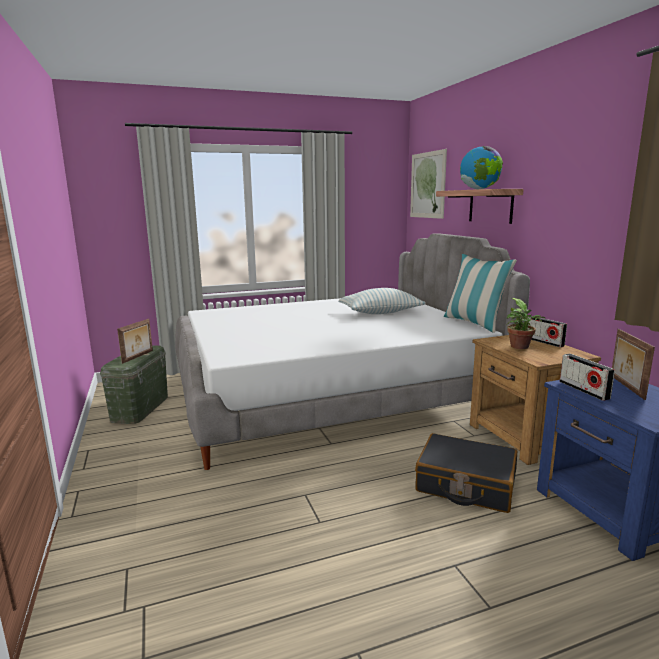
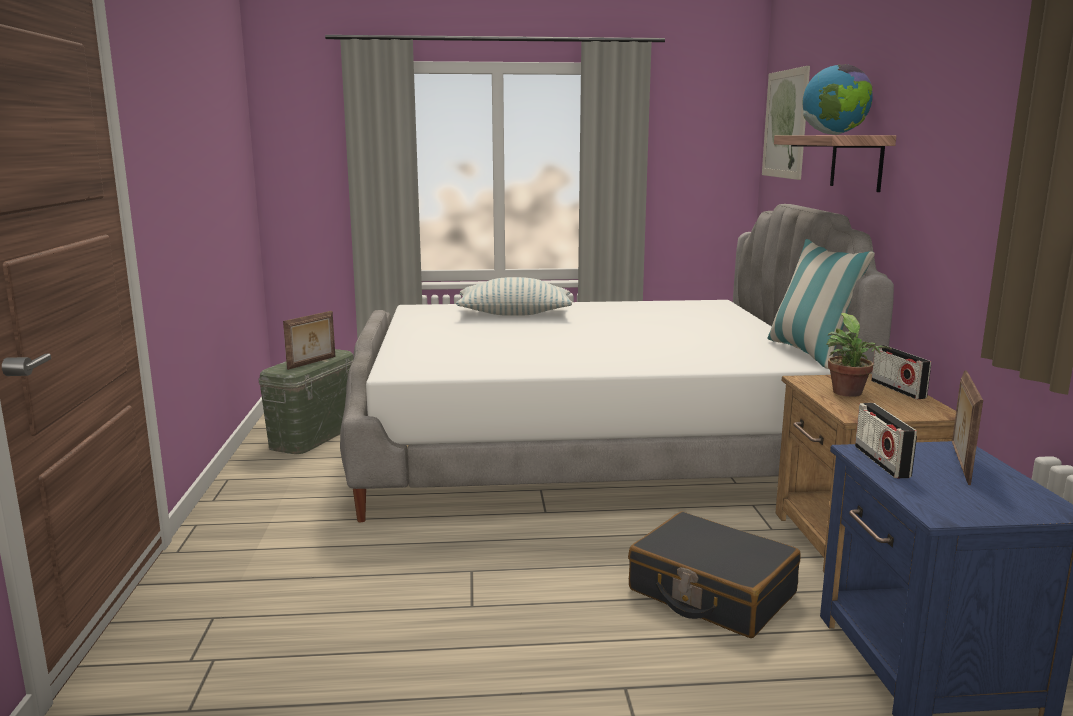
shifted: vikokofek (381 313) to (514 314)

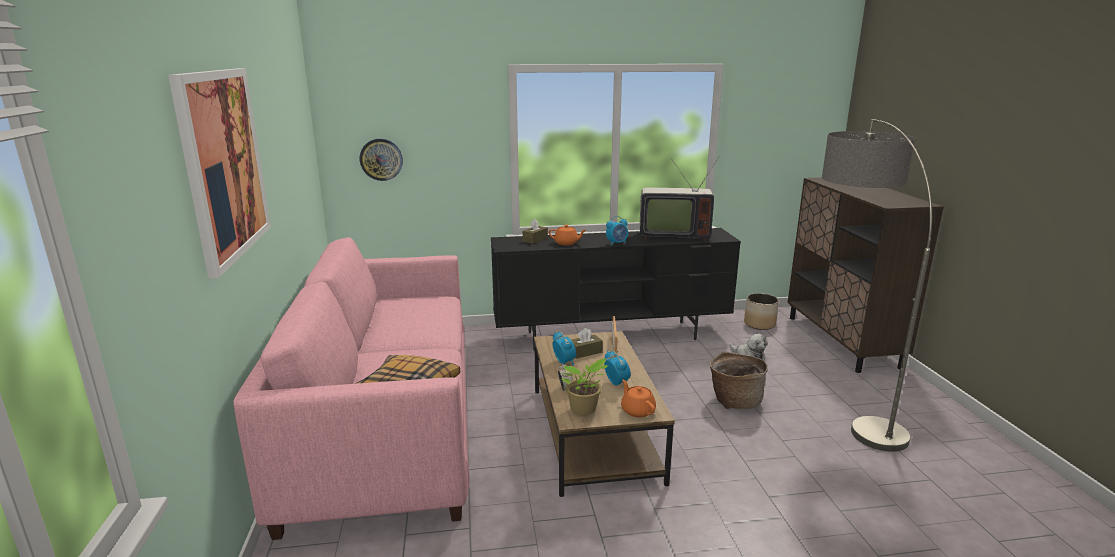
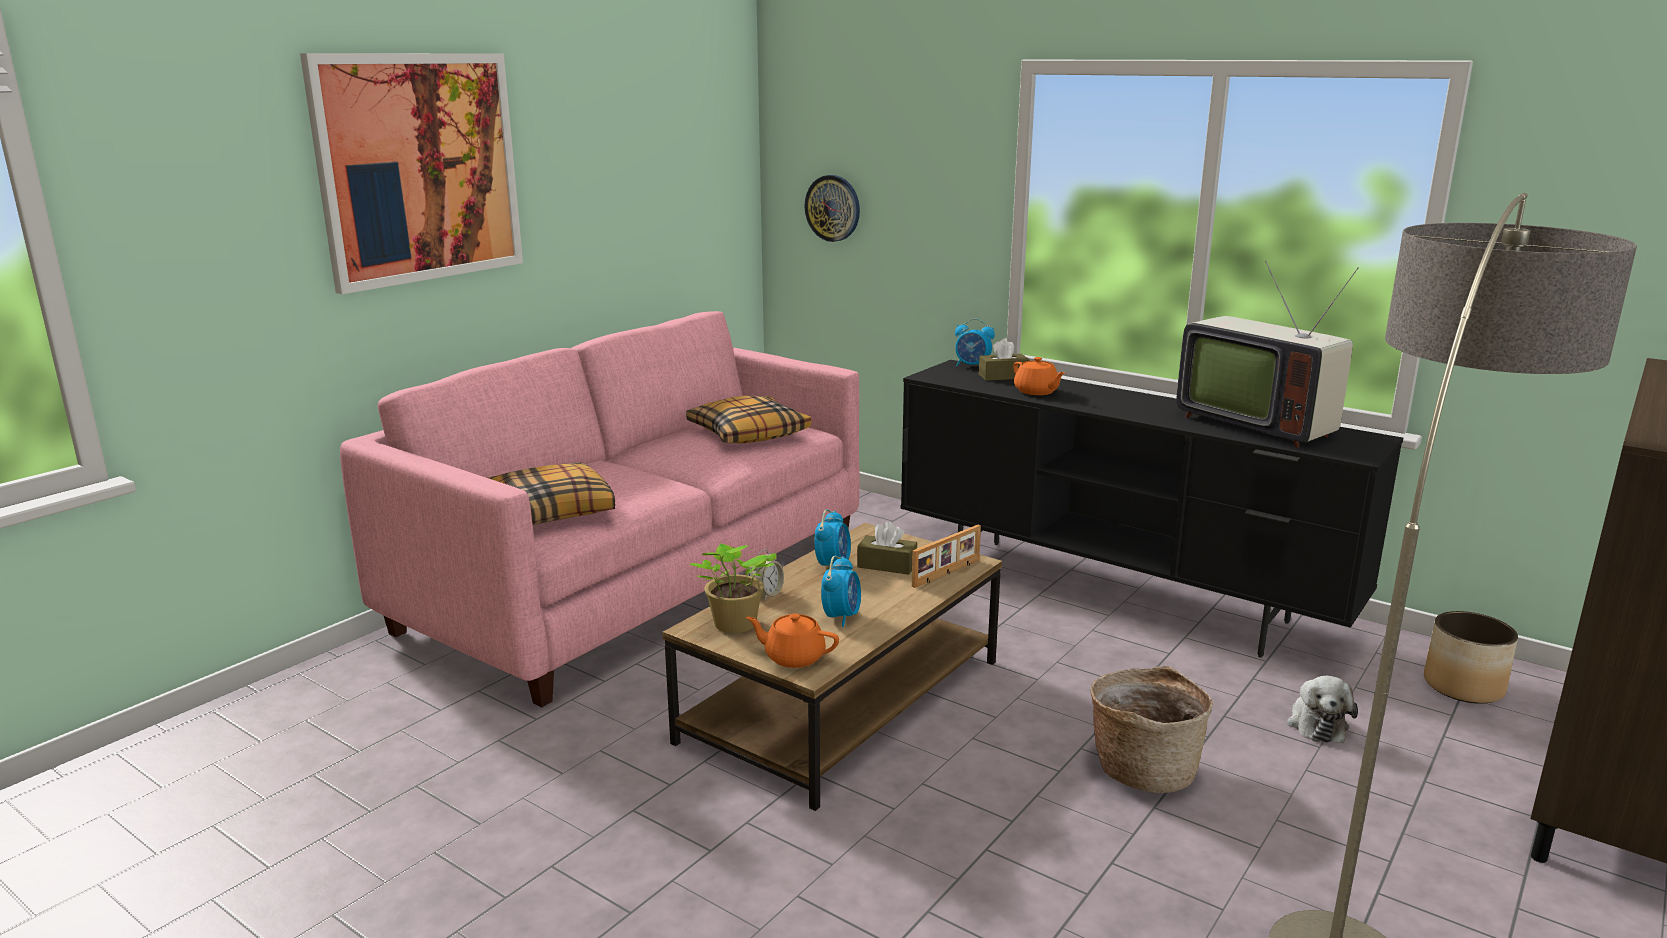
new: vikokofek (748 433)
shifted: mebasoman (617 243) to (972 366)
rotated: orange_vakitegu (637 410) = (793 657) 90 degrees counterclockwise

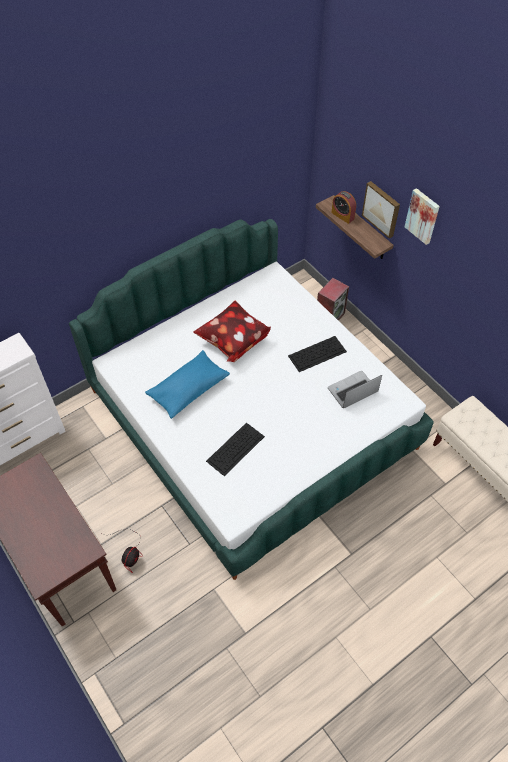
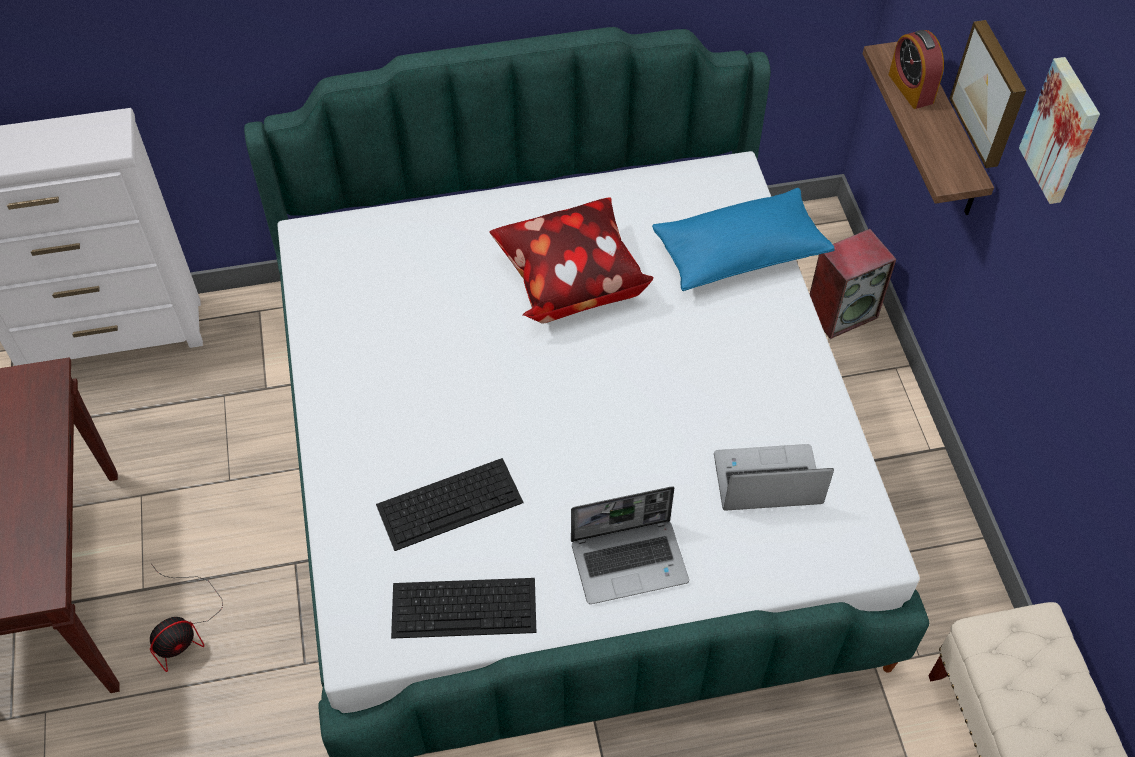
new: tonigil (630 561)
shifted: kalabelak (317 353) to (465 607); blue_vikokofek (188 389) to (740 253)

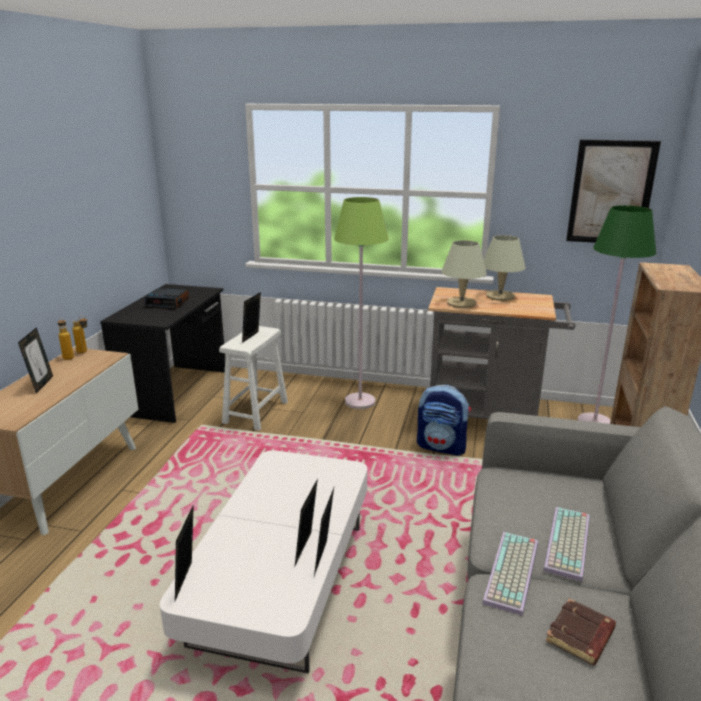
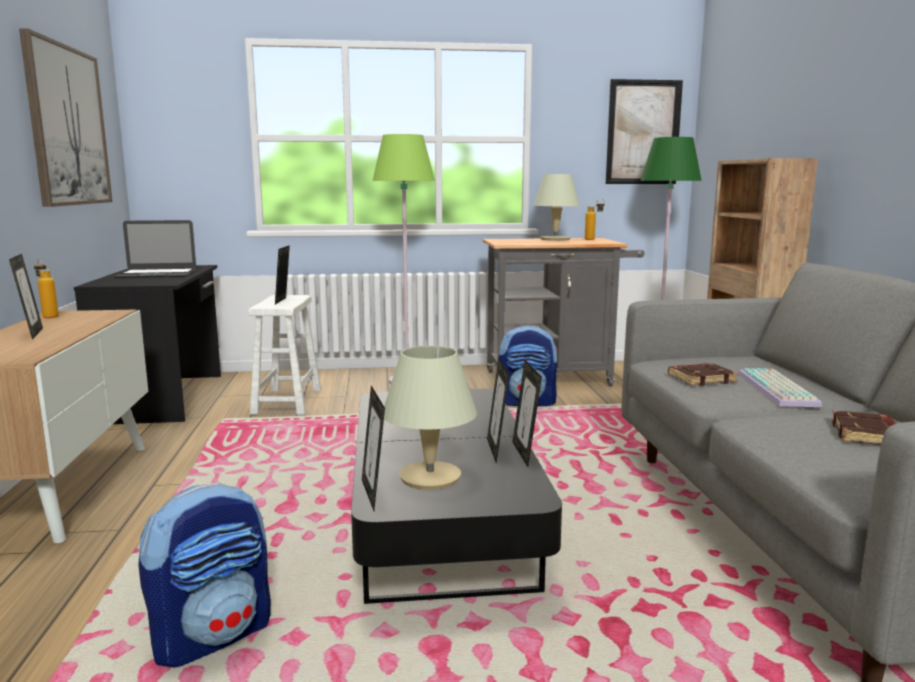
gone: kalabelak (513 573)
new: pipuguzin (67 126); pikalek (214 635); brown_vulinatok (701 379)
shifted: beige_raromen (461 303) to (429 477); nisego (85 352) to (593 239)
swapped: mebasoman (168 303) to tonigil (156 274)
repainted: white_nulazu (282 582) to black_nulazu (441 526)

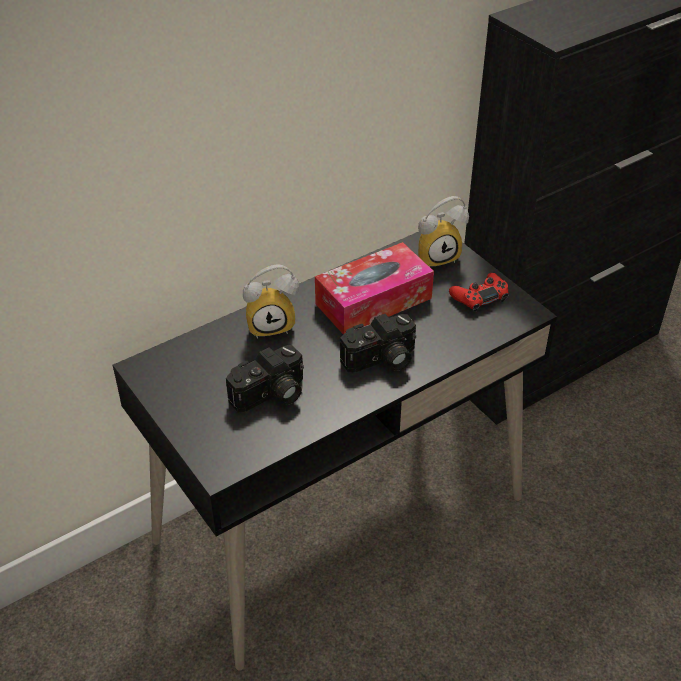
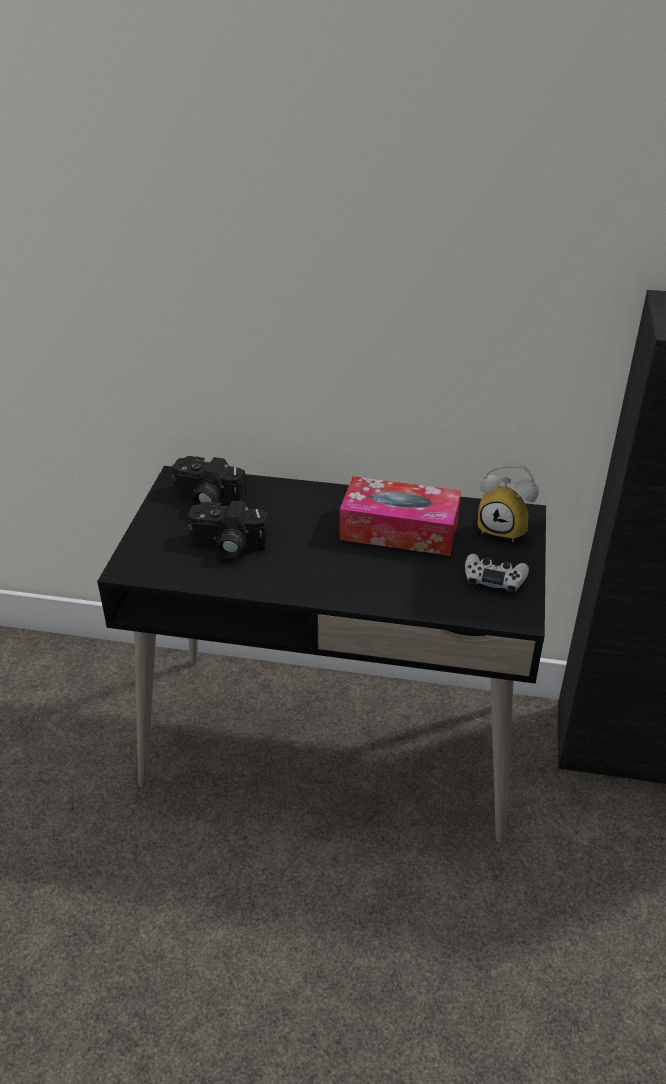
gone: mebasoman (272 324)
shifted: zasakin (381 360) to (206 499)
repainted: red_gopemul (479 297) to white_gopemul (494 579)

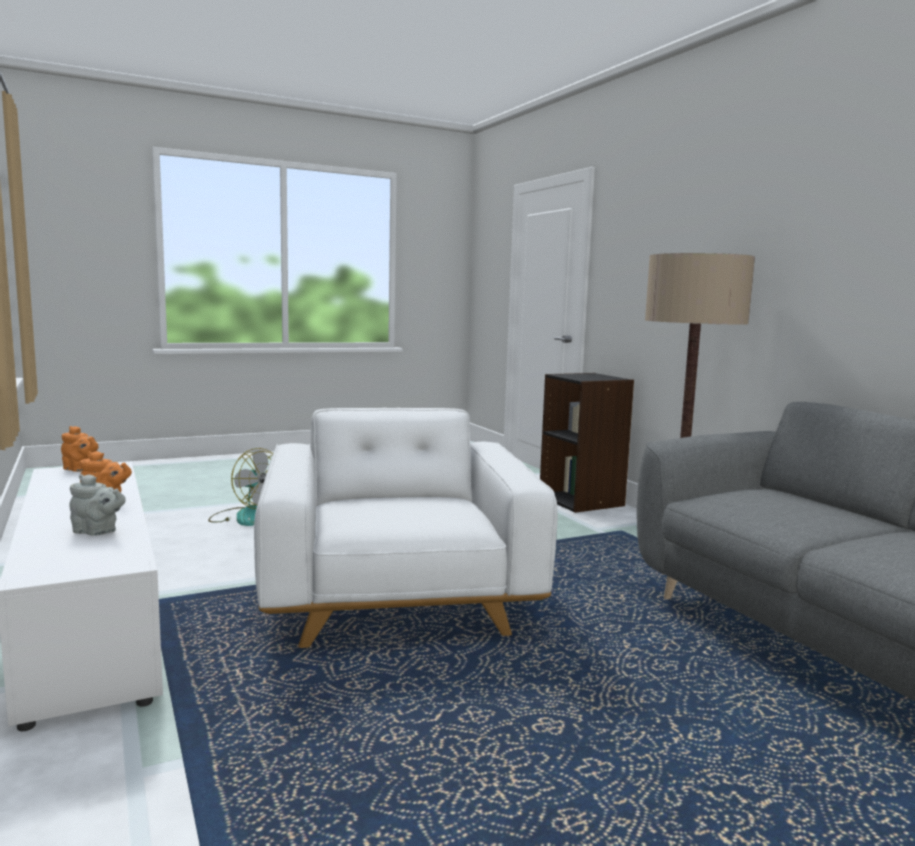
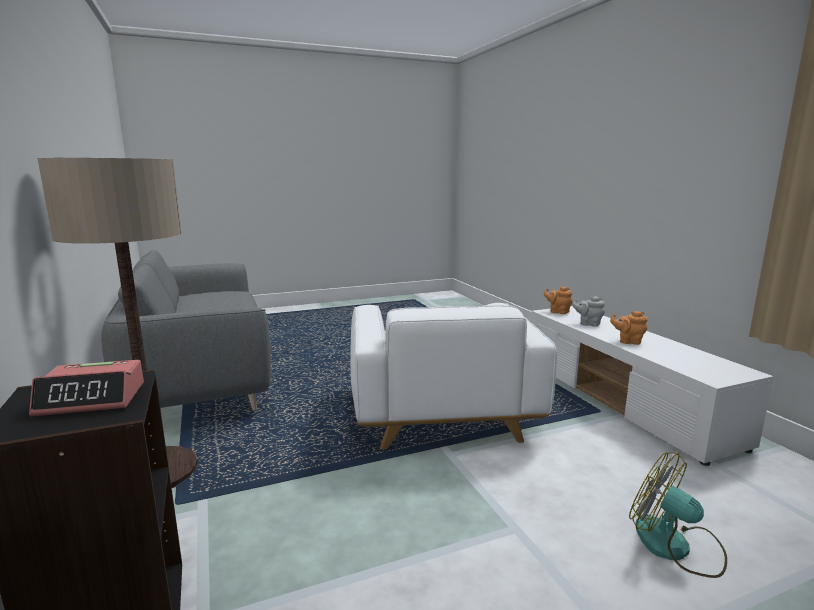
new: mebasoman (92 399)
shifted: orange_vakitegu (81 469) to (558 312)

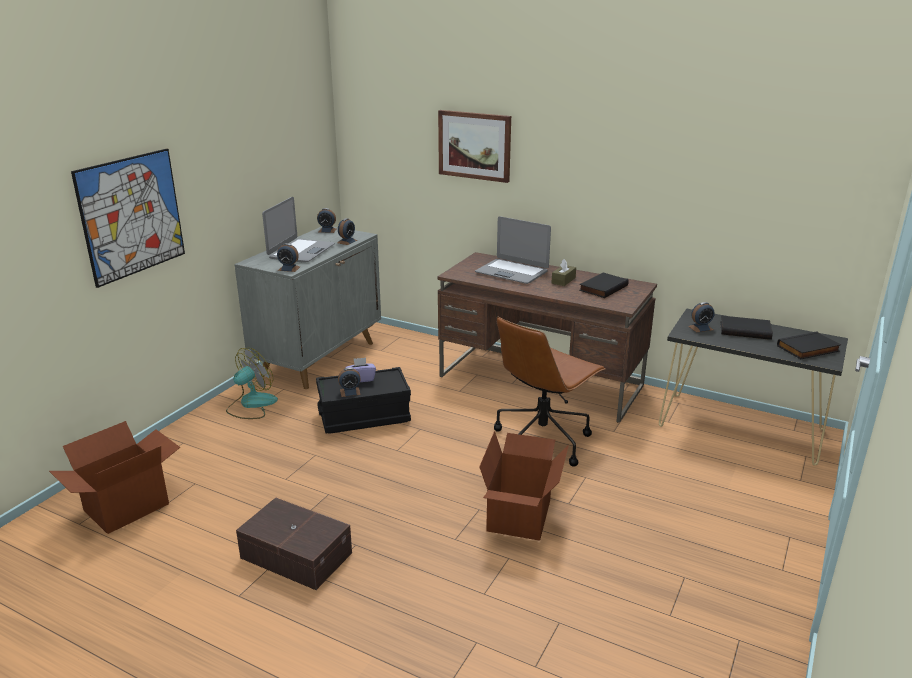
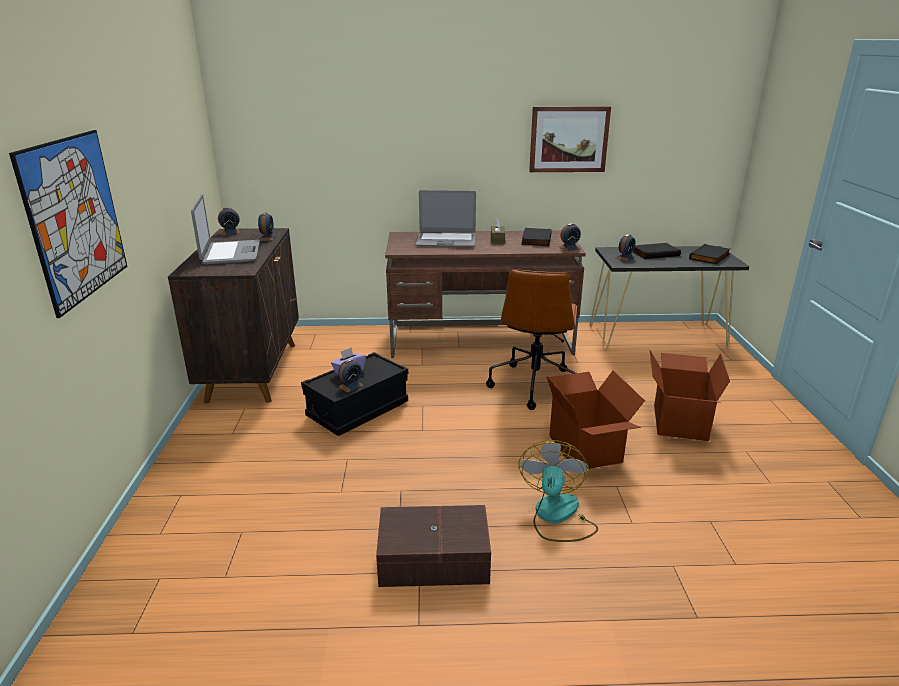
shifted: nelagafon (251 404) to (557 517); pipuguzin (474 145) to (568 139); mebasoman (289 268) to (569 248); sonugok (126 506) to (678 422)
repainted: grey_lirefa (319 358) to brown_lirefa (253 371)

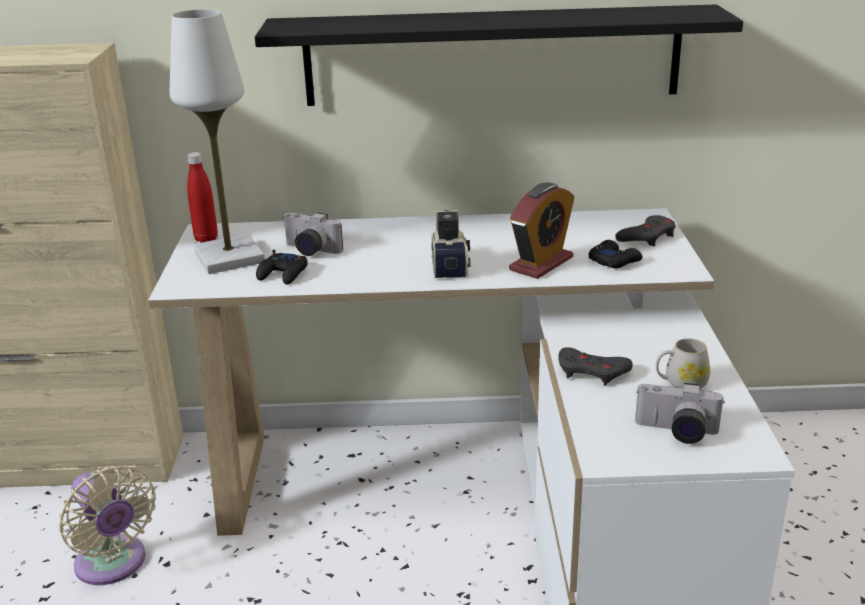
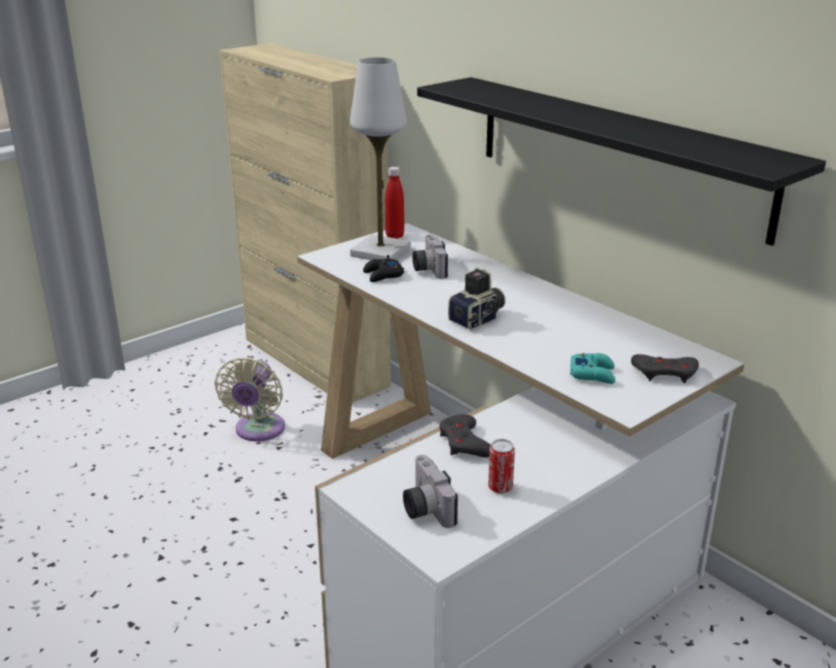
gone: mebasoman (541 264)
swapped: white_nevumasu (680 384) to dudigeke (500 487)
repainted: black_gopemul (614 260) to turquoise_gopemul (593 374)

